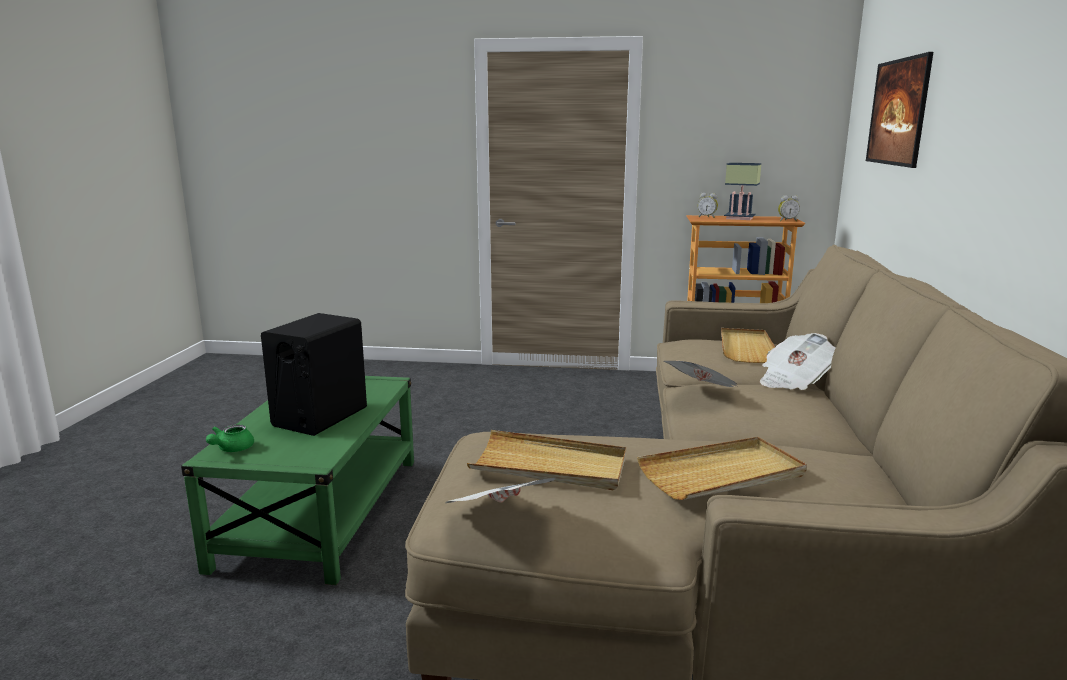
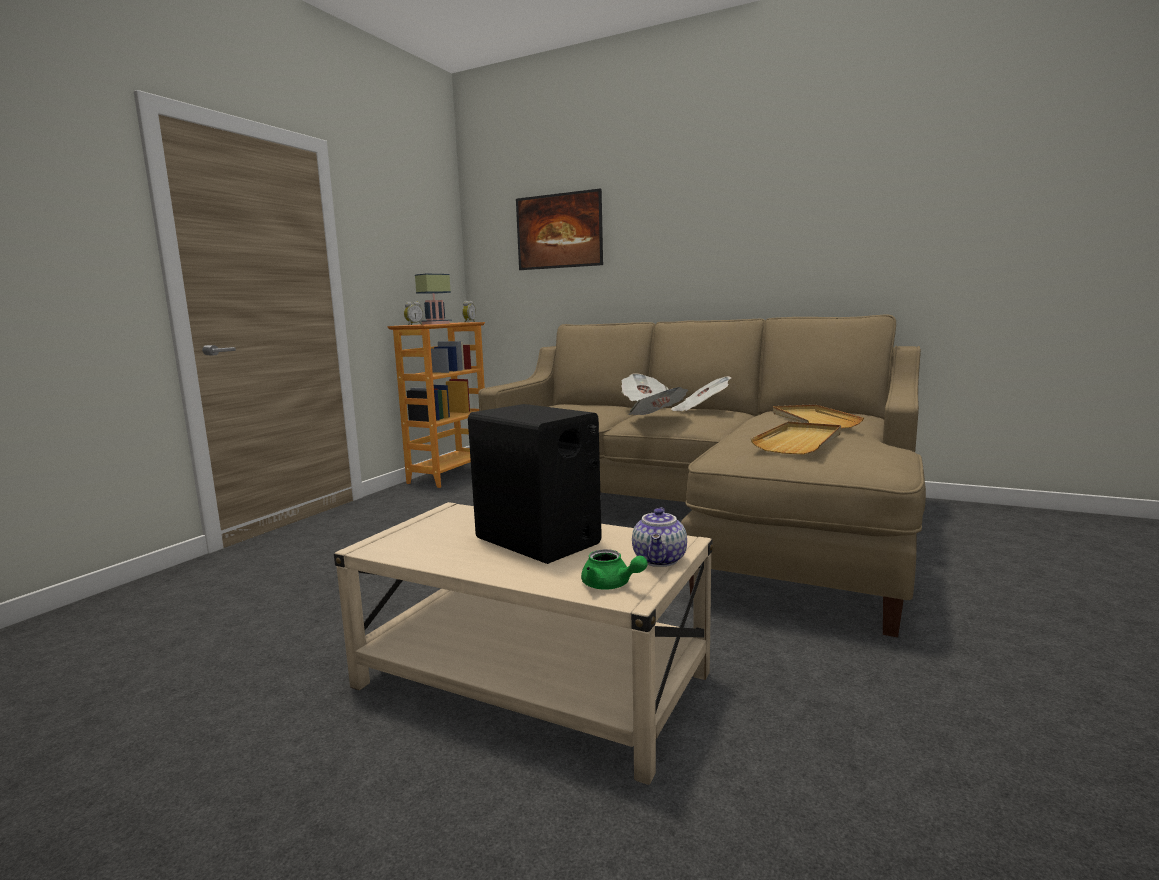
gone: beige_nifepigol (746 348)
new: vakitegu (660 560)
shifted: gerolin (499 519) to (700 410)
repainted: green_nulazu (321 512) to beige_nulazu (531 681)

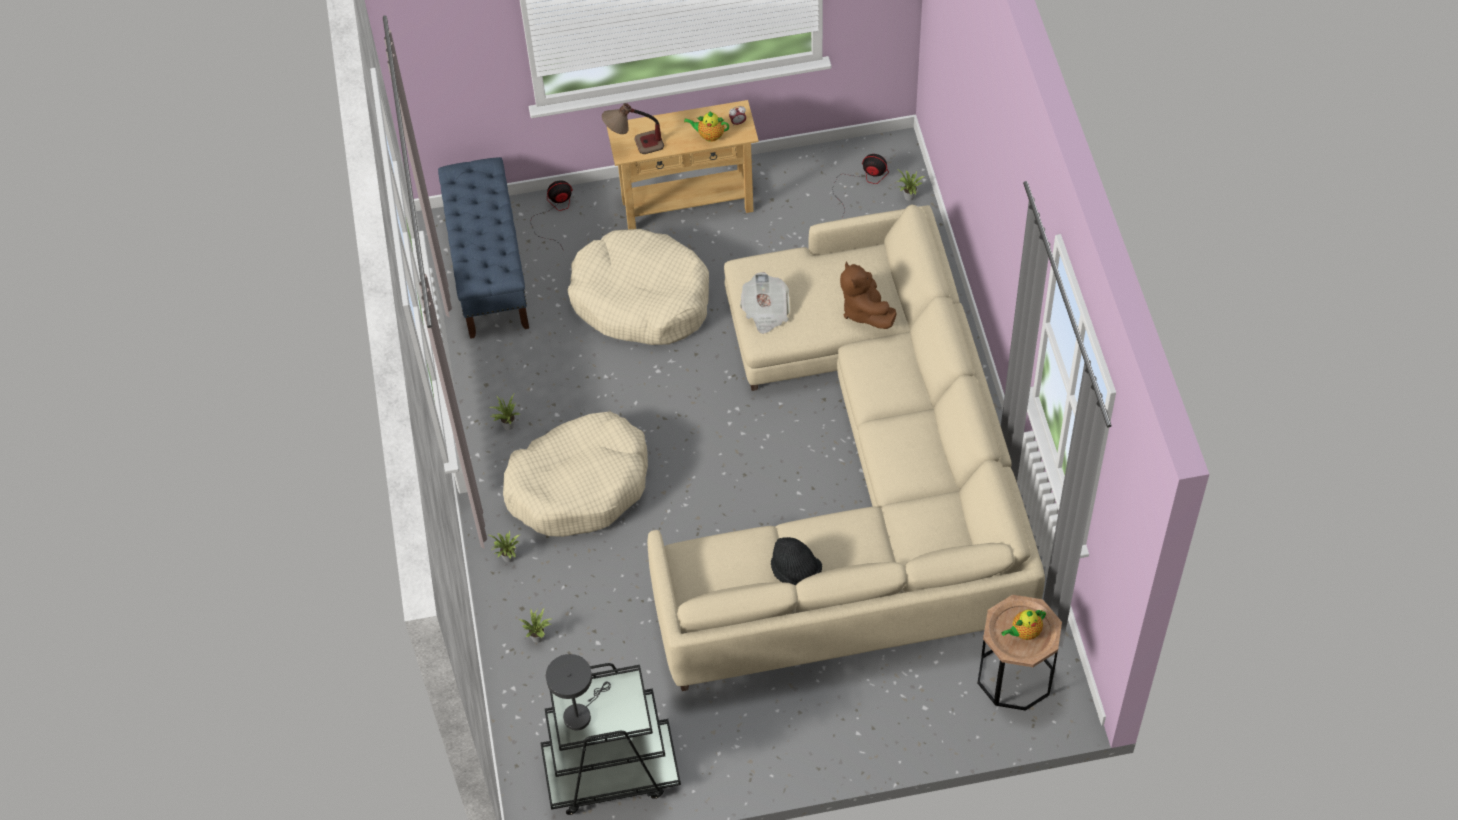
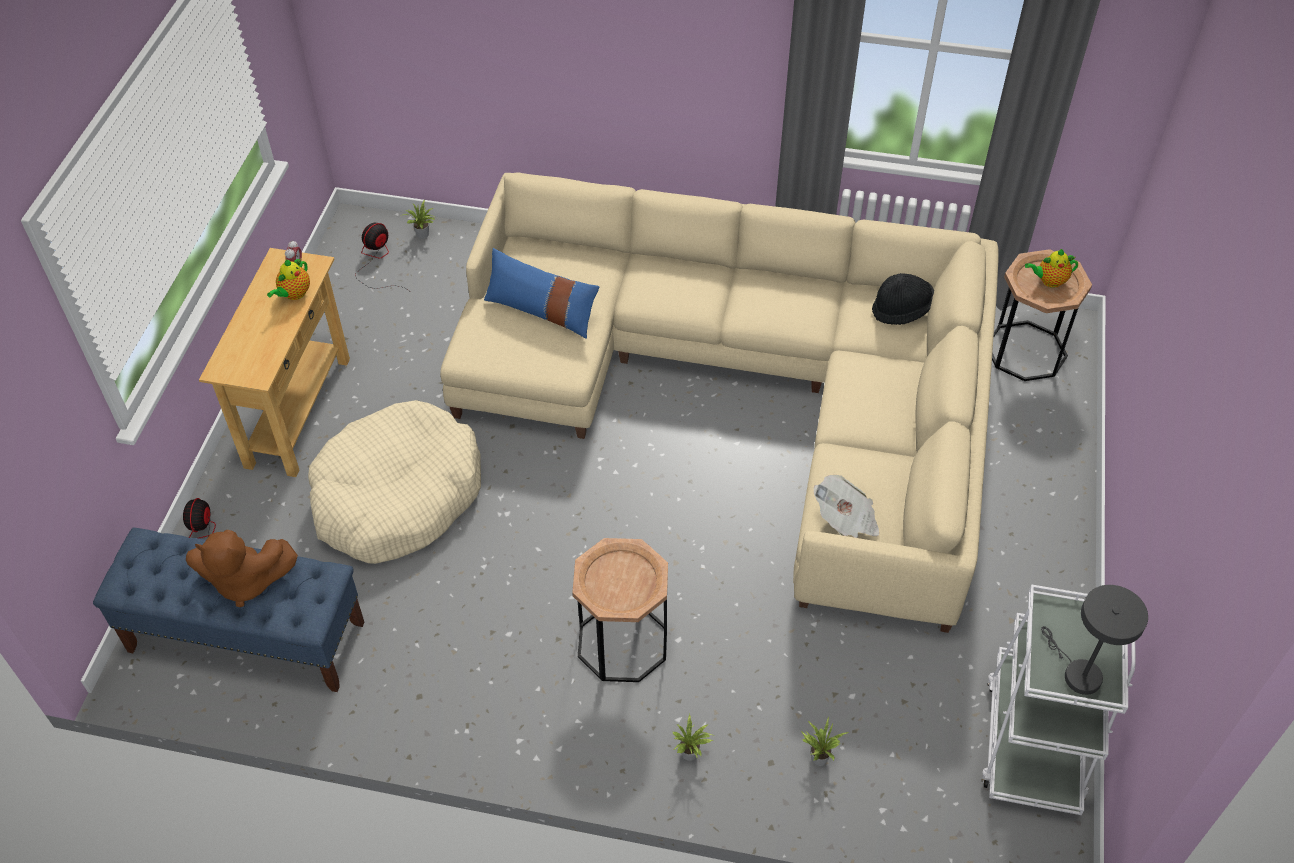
gone: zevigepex (507 424); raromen (634 147)
new: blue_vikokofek (541 310)
shifted: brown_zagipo (864 310) to (245 581); gerolin (765 312) to (846 519); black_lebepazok (795 571) to (901 310)
swapped: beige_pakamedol (579 485) to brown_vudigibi (622 642)
repainted: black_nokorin (611 772) to white_nokorin (1033 740)
rotated: vakitegu (1024 632) = (1049 281) 90 degrees clockwise

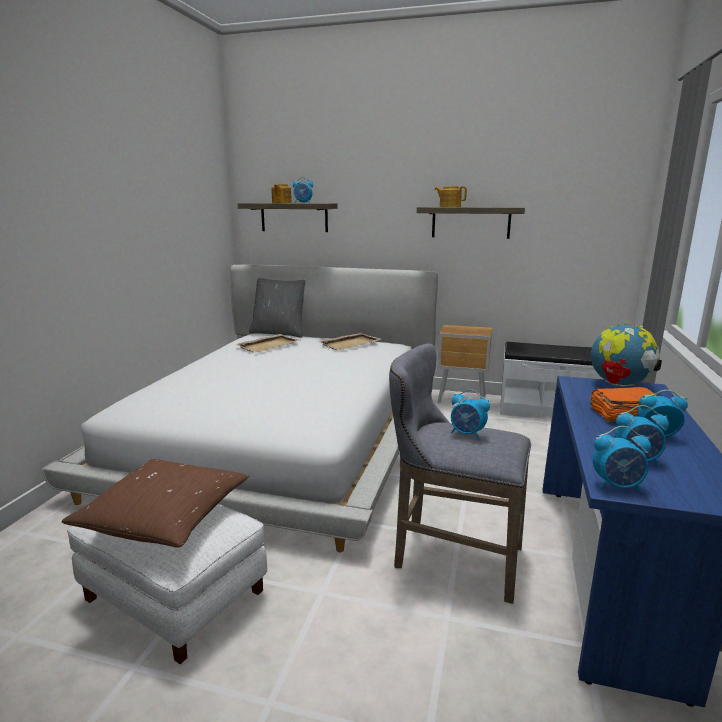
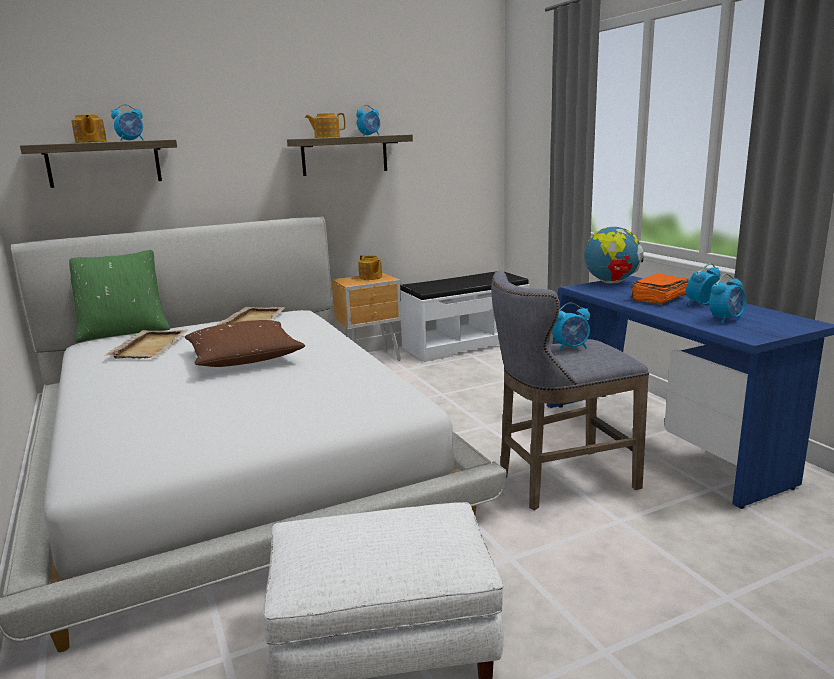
new: vakitegu (370 277)
shifted: brown_vikokofek (165 516) to (244 358); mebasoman (617 486) to (369 135)
repainted: grey_vikokofek (279 333) to green_vikokofek (124 332)

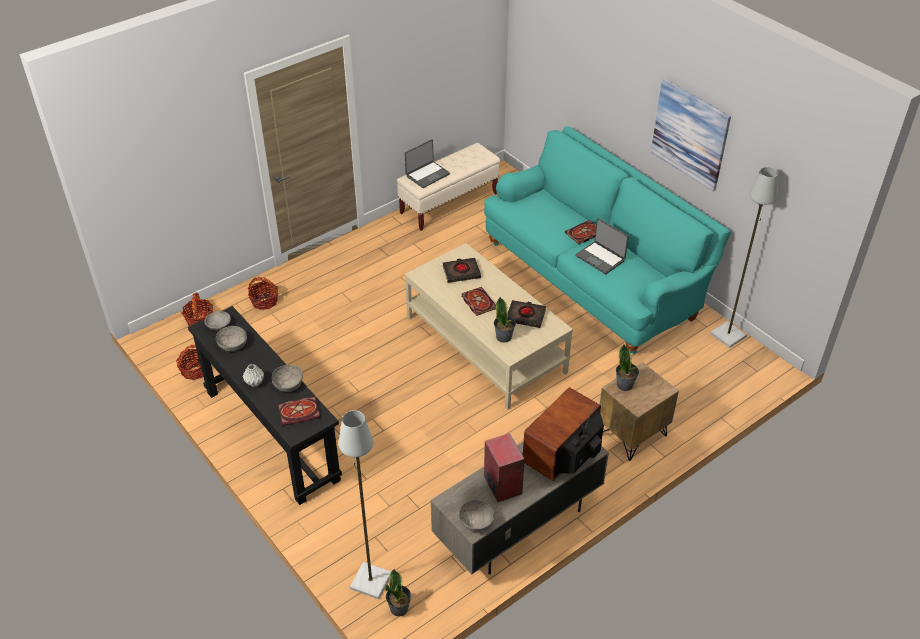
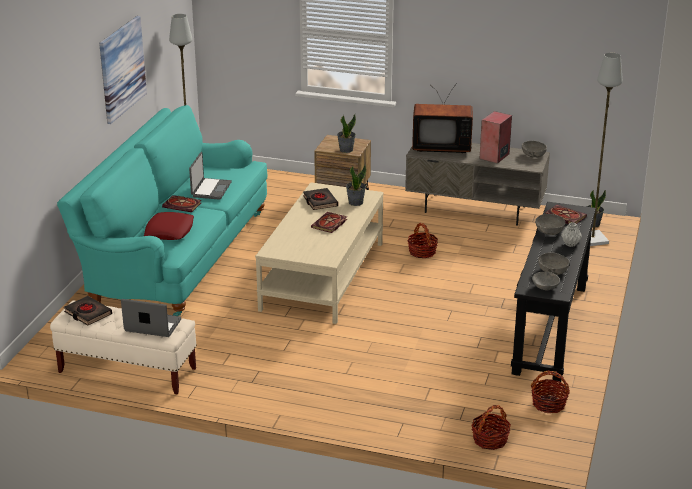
new: red_vikokofek (169 231)
shifted: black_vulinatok (461 272) to (88 313); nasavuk (264 301) to (422 252)

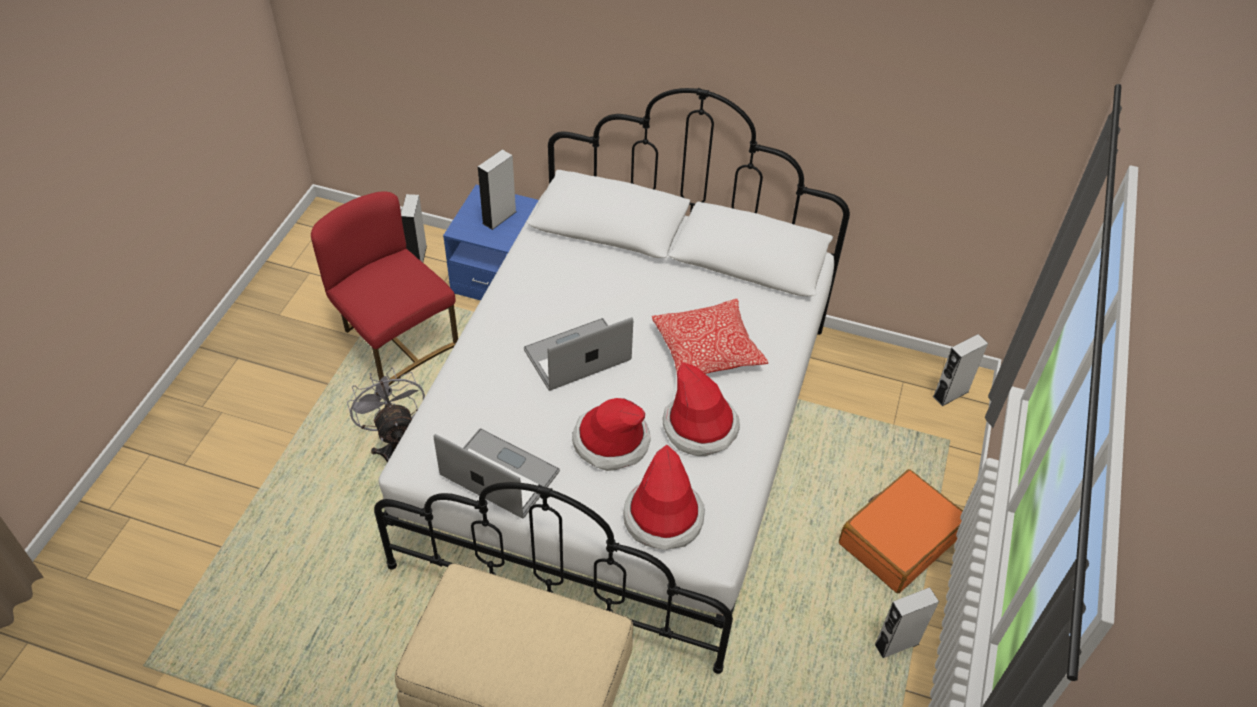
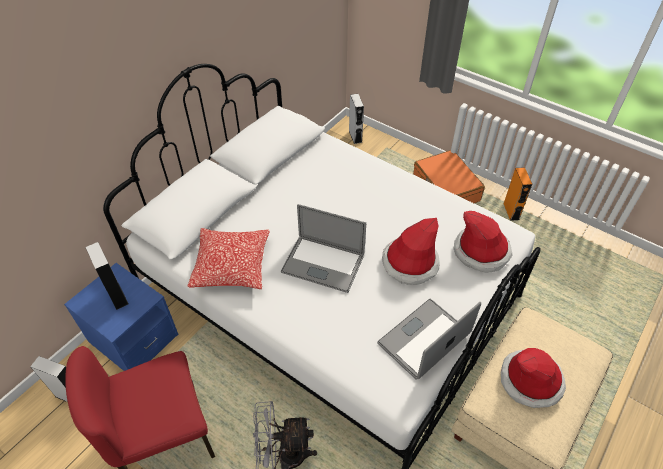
shifted: vikokofek (707 350) to (231 265); lebepazok (700 427) to (530 380)
repainted: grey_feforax (896 644) to orange_feforax (511 212)
rotated: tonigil (577 356) = (323 263) 60 degrees counterclockwise

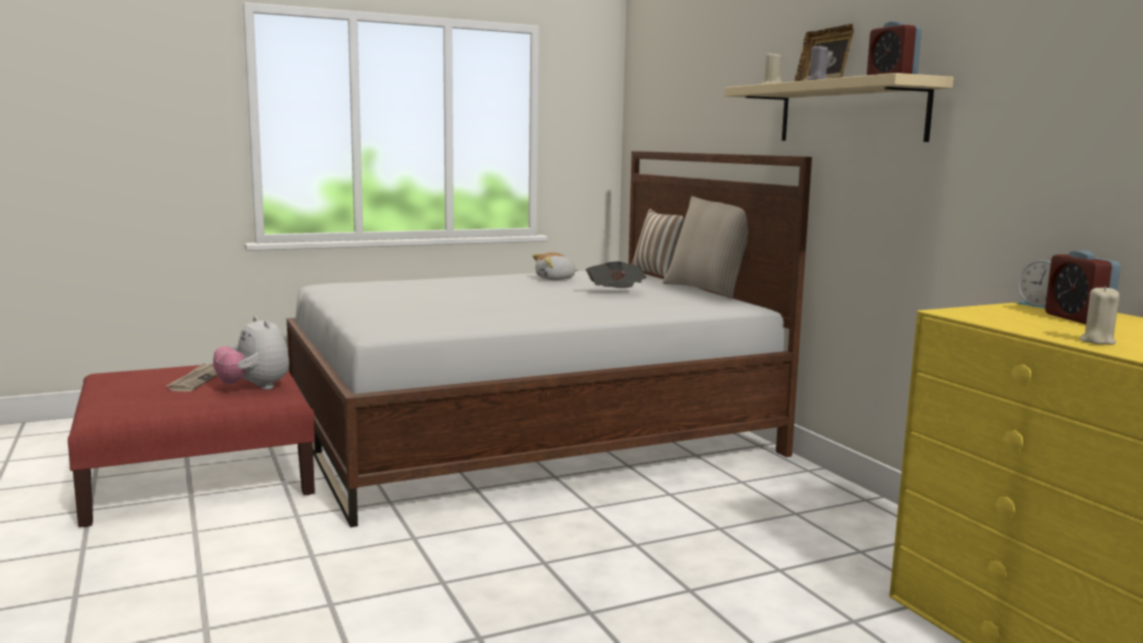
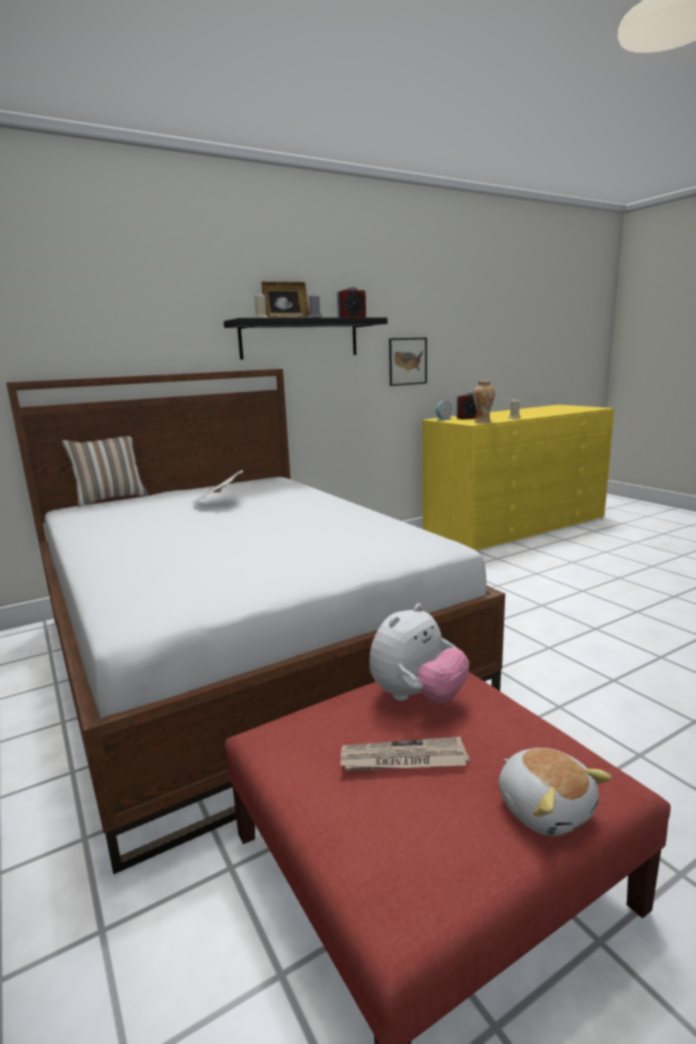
gone: beige_vikokofek (708 290)
new: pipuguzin (407 361); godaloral (483 422)
shifted: zagipo (555 279) to (545 808)
repainted: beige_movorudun (850 112) to black_movorudun (300 339)

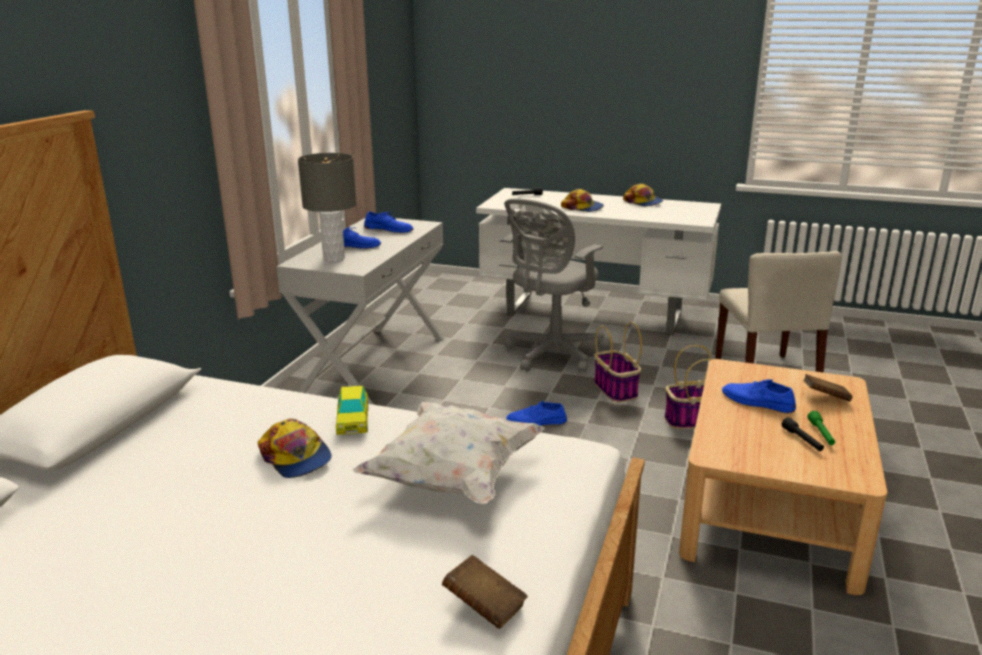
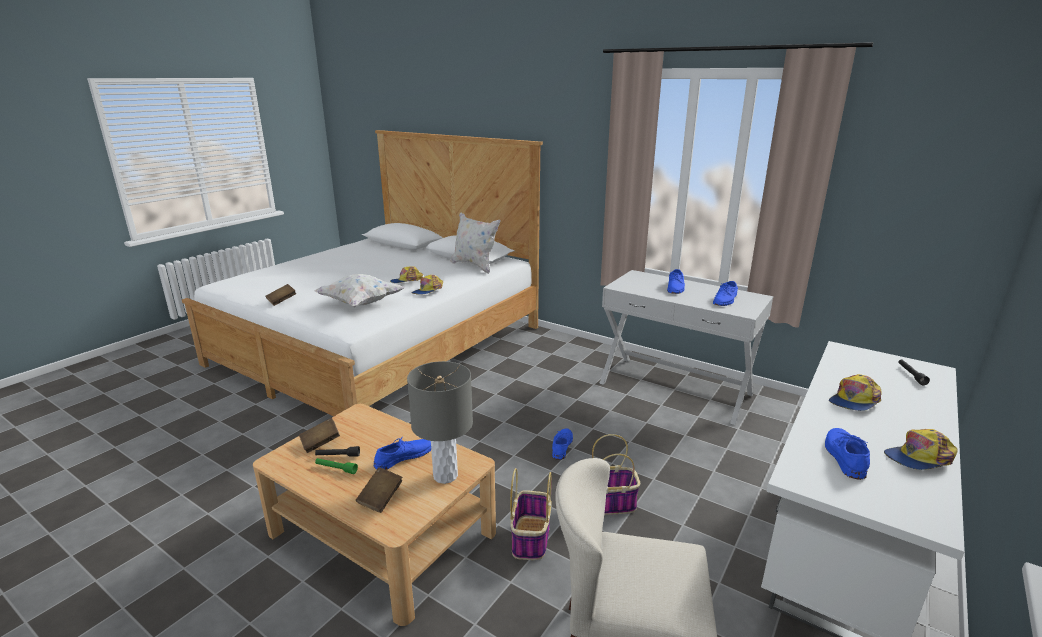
gone: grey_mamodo (552 355)
new: brown_vulinatok (320 443); white_vikokofek (475 266); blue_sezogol (844 455)
shifted: grey_raromen (333 258) to (445 475)
swapped: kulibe (353 422) to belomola (428 291)

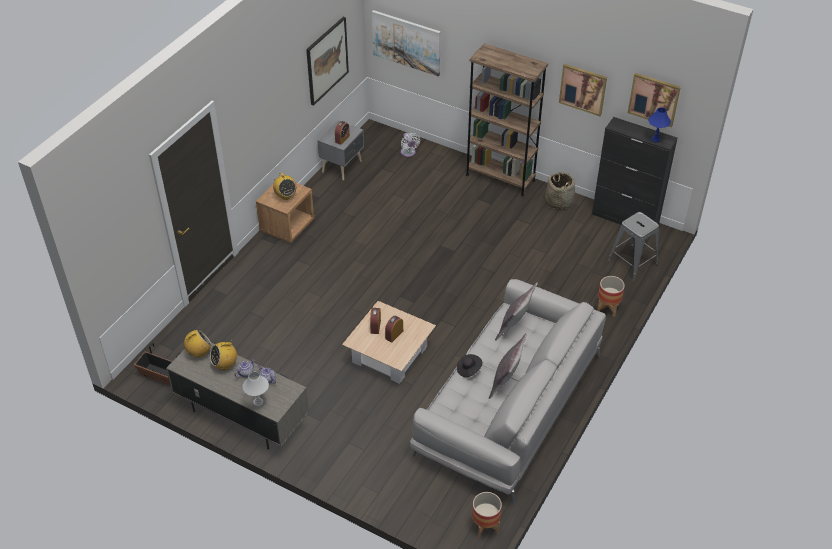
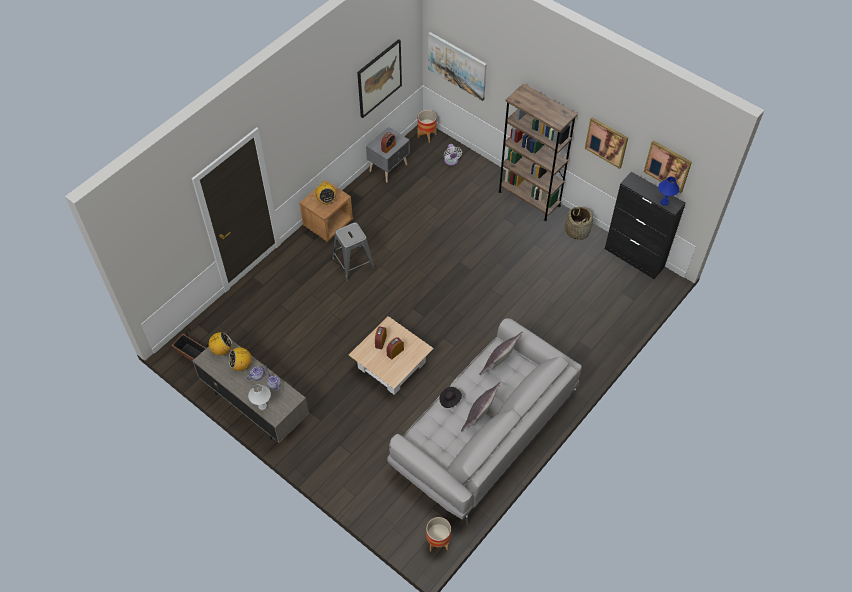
shifted: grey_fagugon (633 263) to (353 264); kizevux (608 308) to (427 135)

